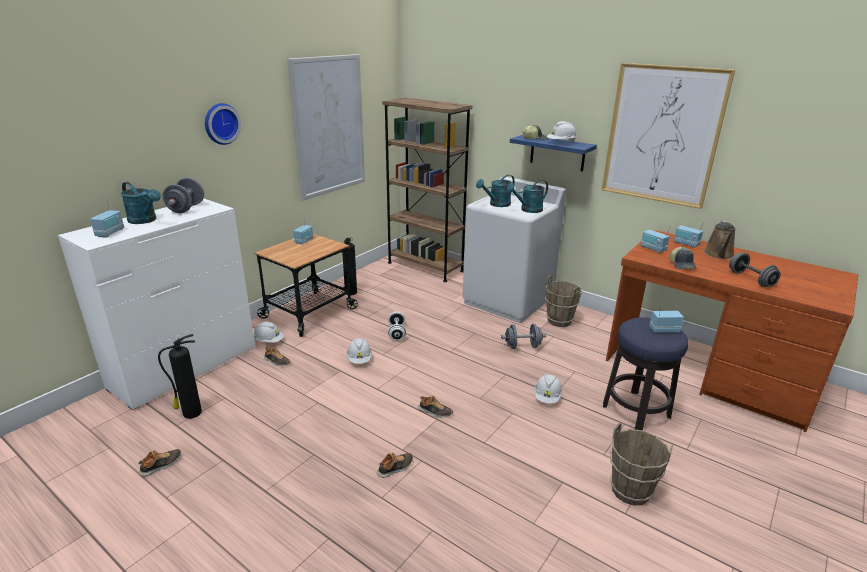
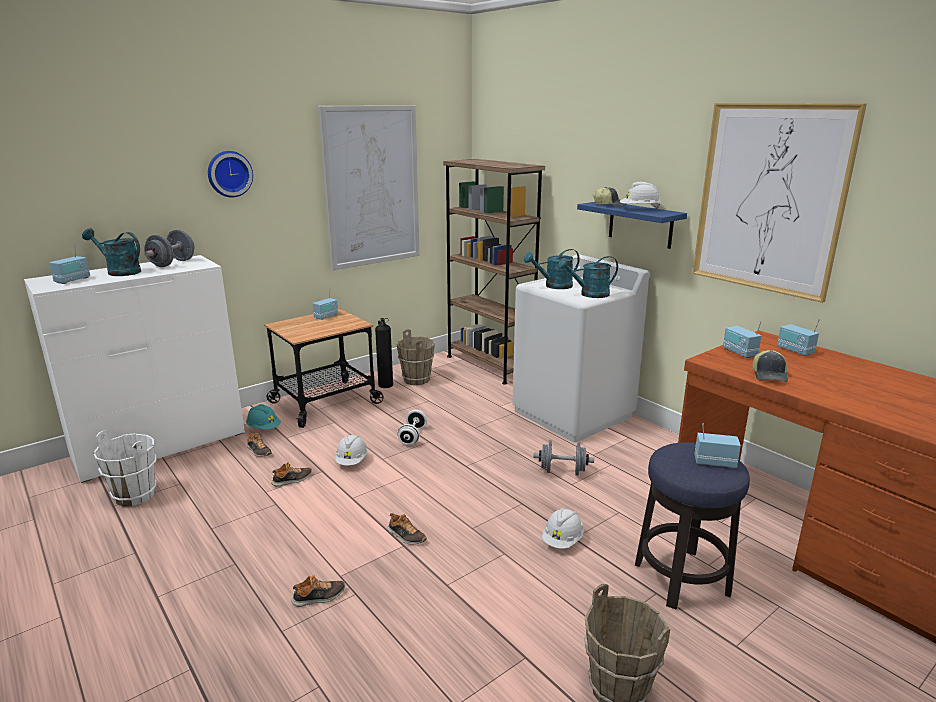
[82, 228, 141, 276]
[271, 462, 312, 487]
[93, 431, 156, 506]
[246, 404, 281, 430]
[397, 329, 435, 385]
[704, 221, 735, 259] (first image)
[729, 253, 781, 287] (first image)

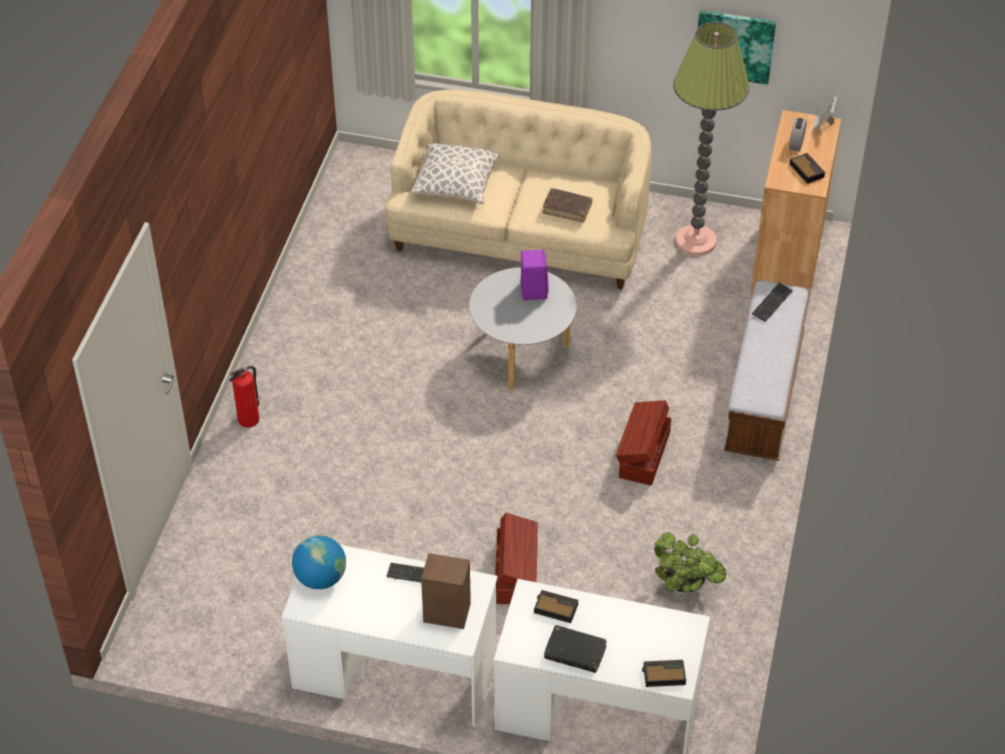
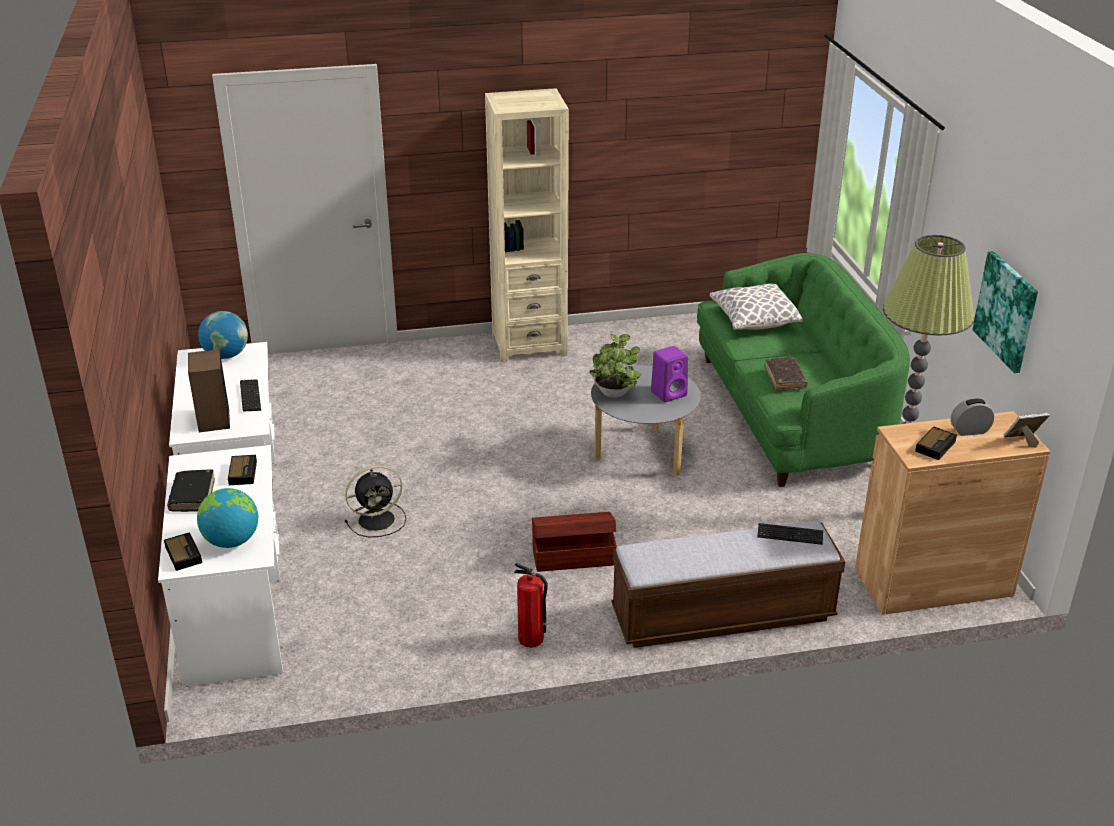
[514, 563, 548, 647]
[697, 253, 910, 487]
[345, 465, 406, 537]
[590, 334, 641, 398]
[197, 488, 258, 548]
[485, 88, 569, 363]

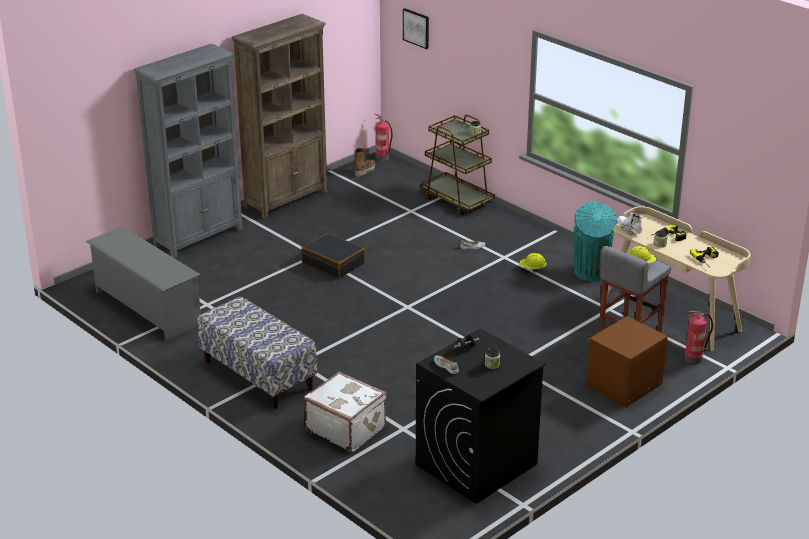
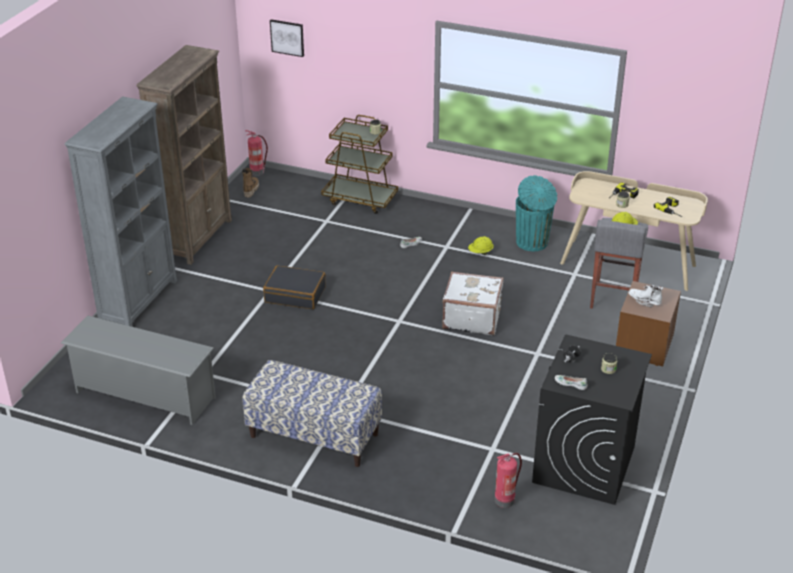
[442, 272, 504, 335]
[628, 285, 664, 308]
[495, 453, 522, 508]

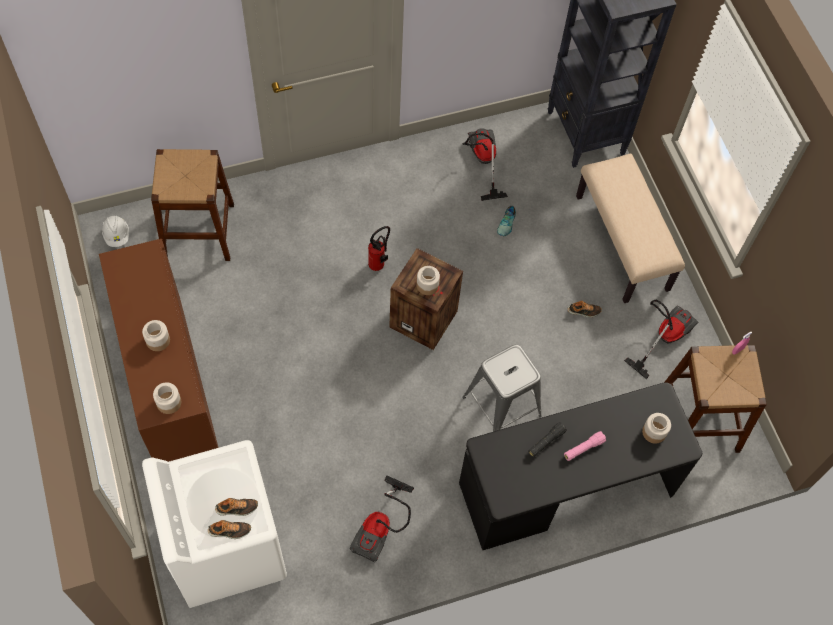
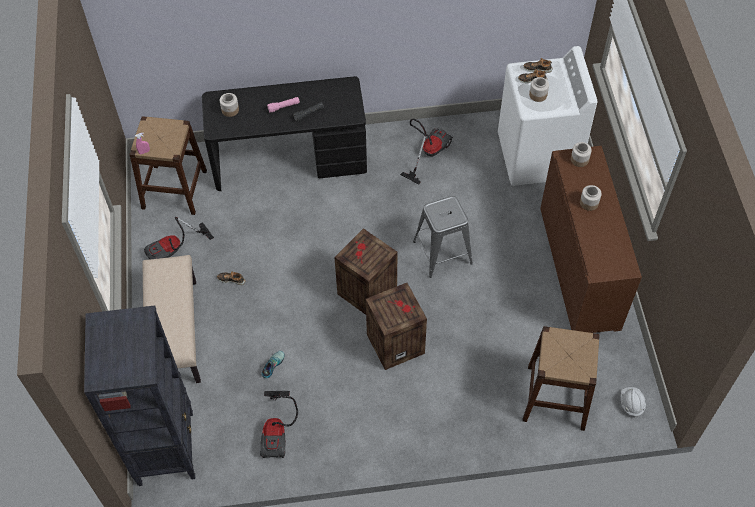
[366, 283, 427, 370]
[529, 77, 549, 102]
[413, 196, 473, 278]

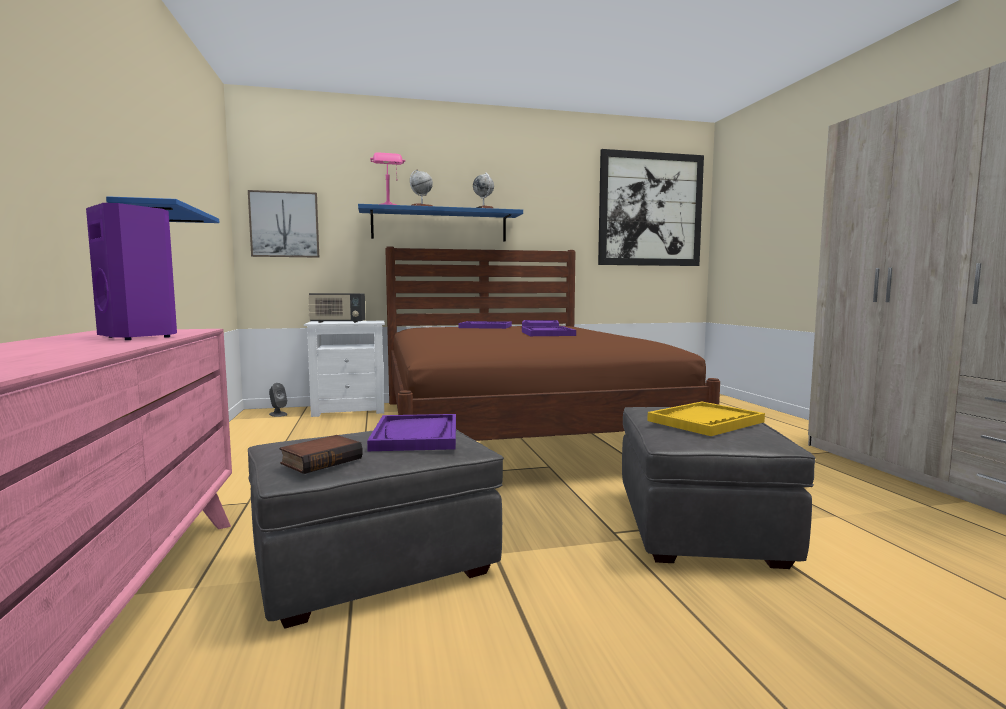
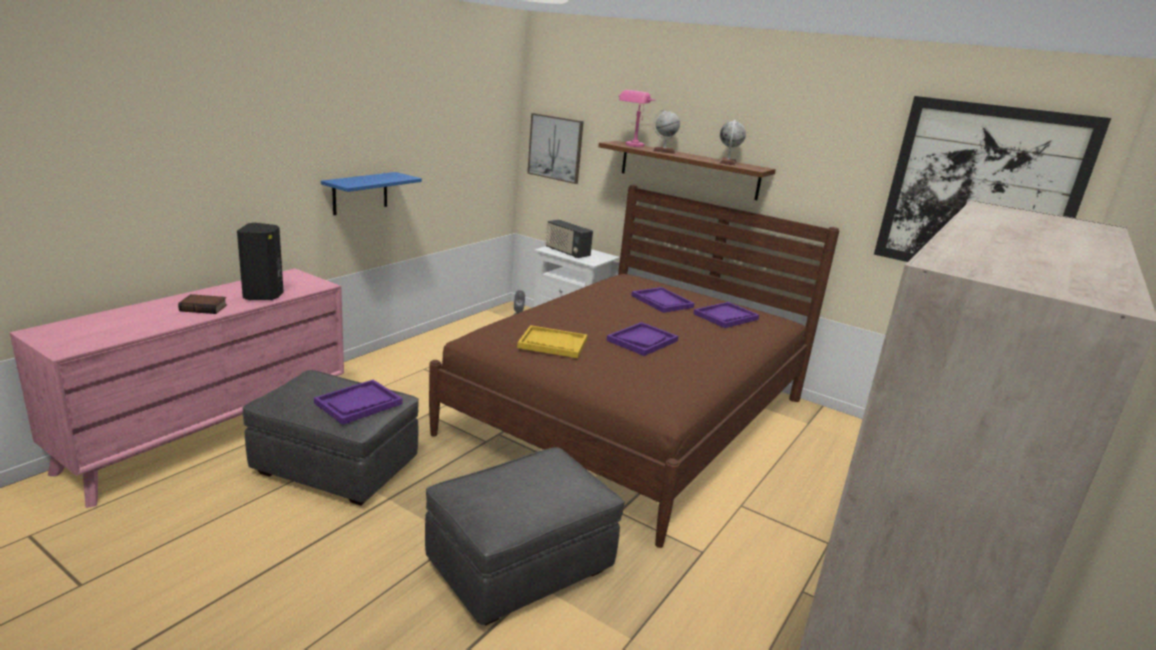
[237, 223, 284, 300]
[178, 294, 227, 314]
[598, 141, 776, 200]
[517, 325, 588, 358]

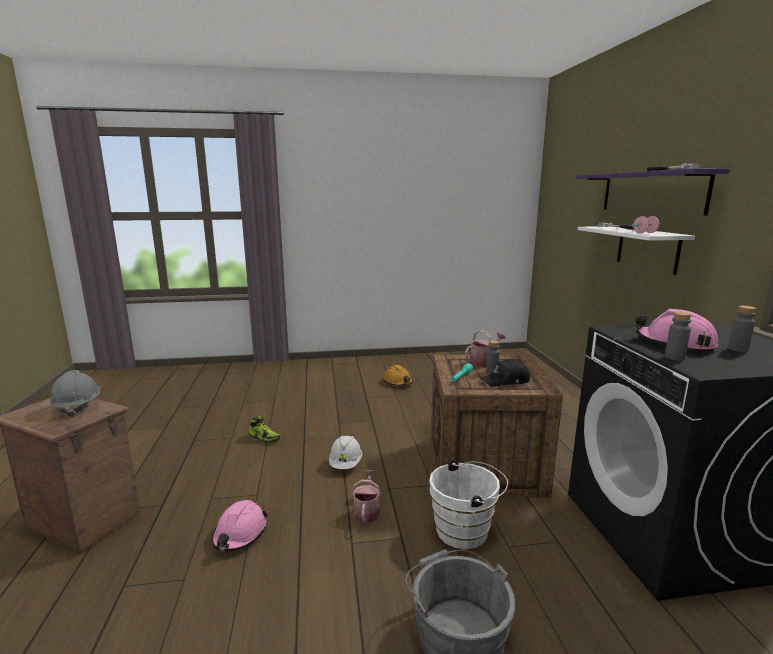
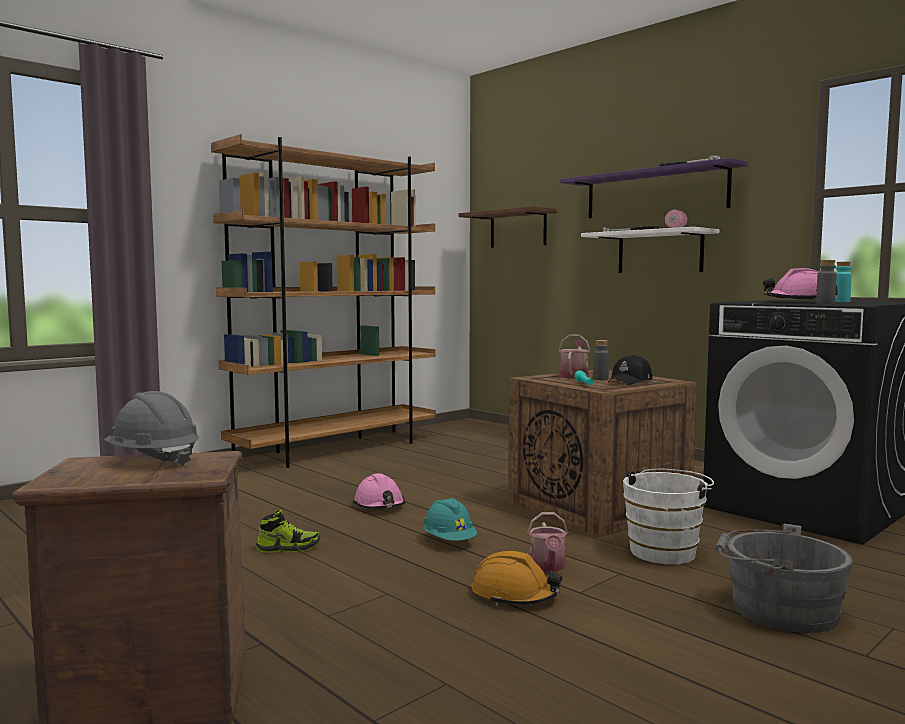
[353, 473, 405, 509]
[423, 498, 477, 541]
[527, 512, 568, 572]
[472, 551, 562, 606]
[835, 262, 852, 302]
[211, 134, 436, 468]
[459, 206, 557, 248]

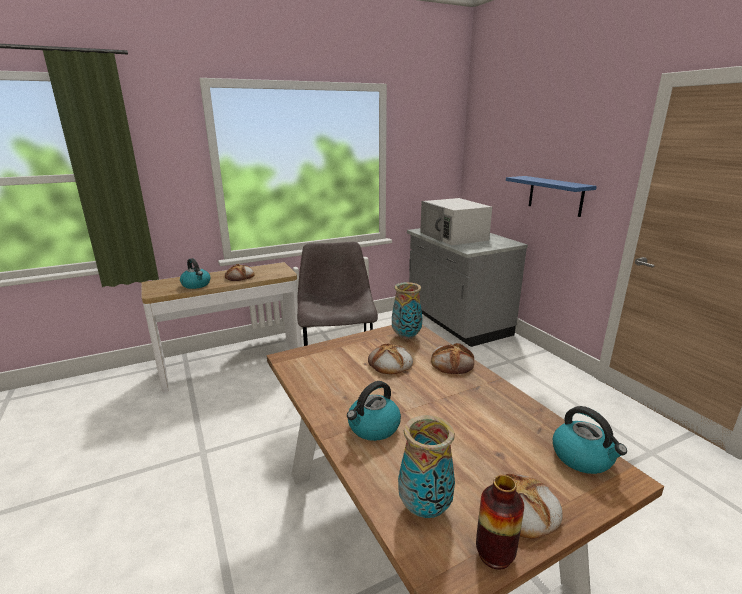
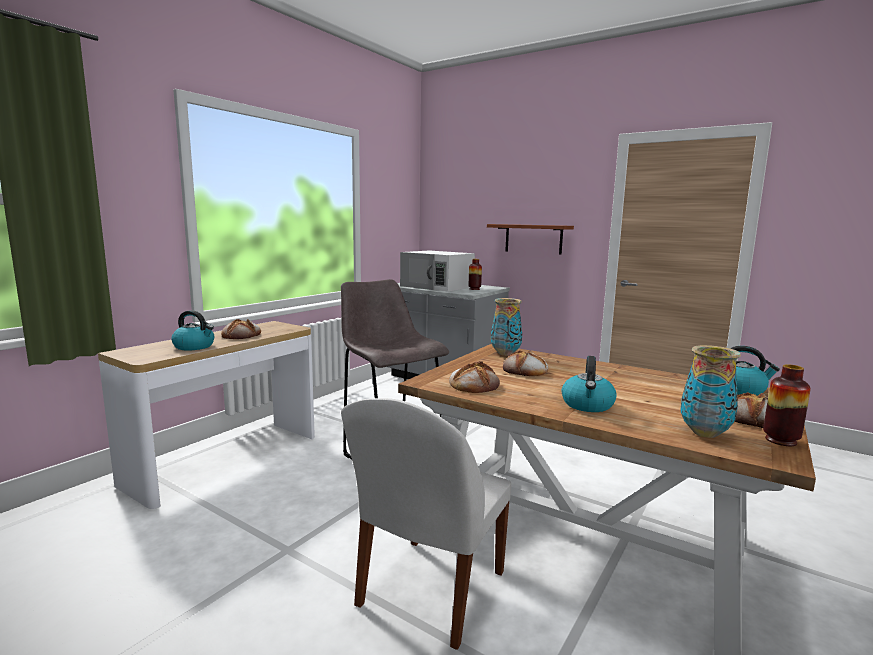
[449, 361, 500, 393]
[487, 224, 574, 255]
[341, 398, 511, 650]
[469, 259, 482, 290]

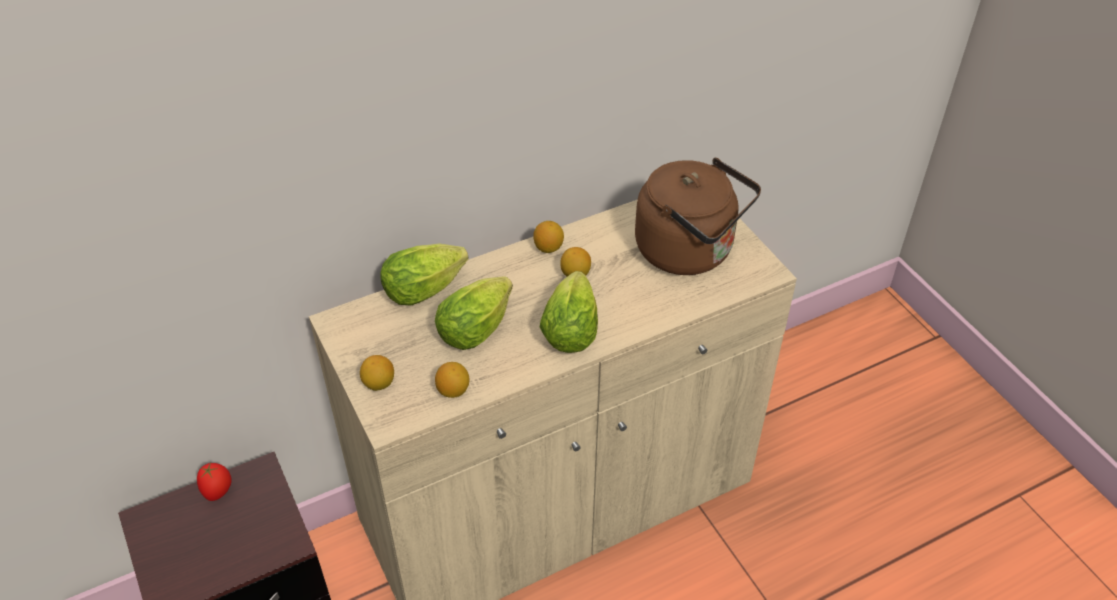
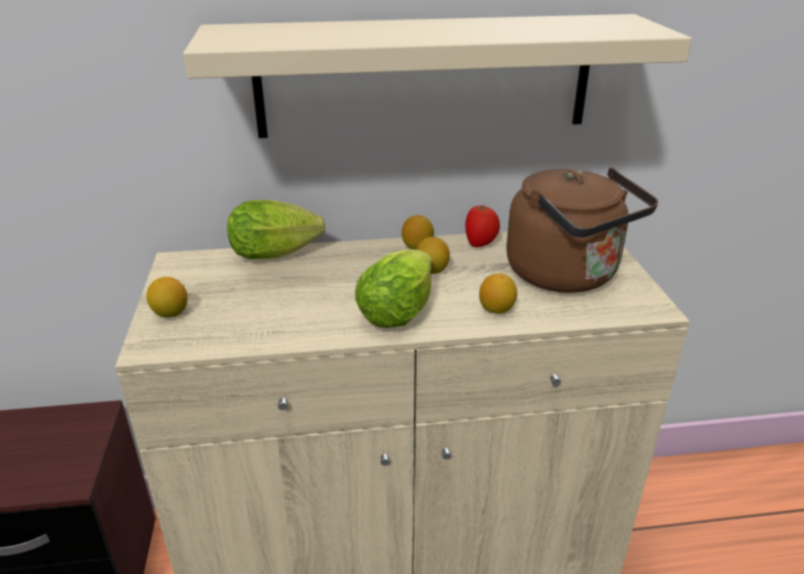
[465, 204, 500, 247]
[435, 276, 513, 350] (first image)
[479, 273, 517, 314]
[183, 14, 692, 138]

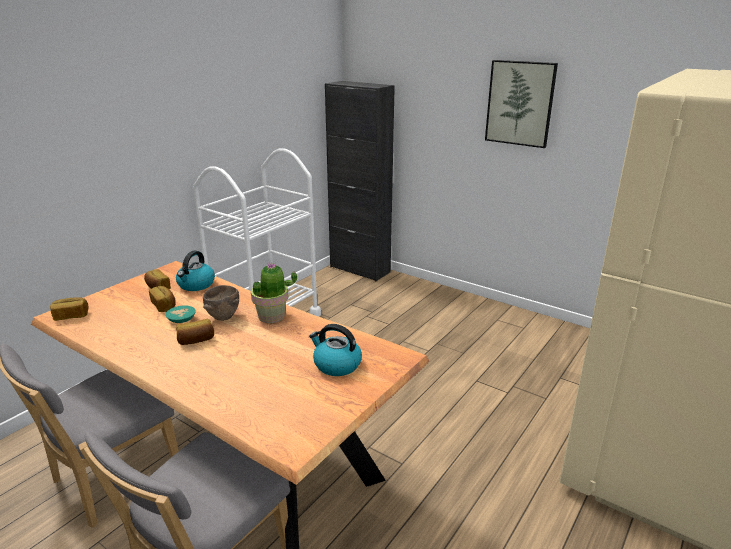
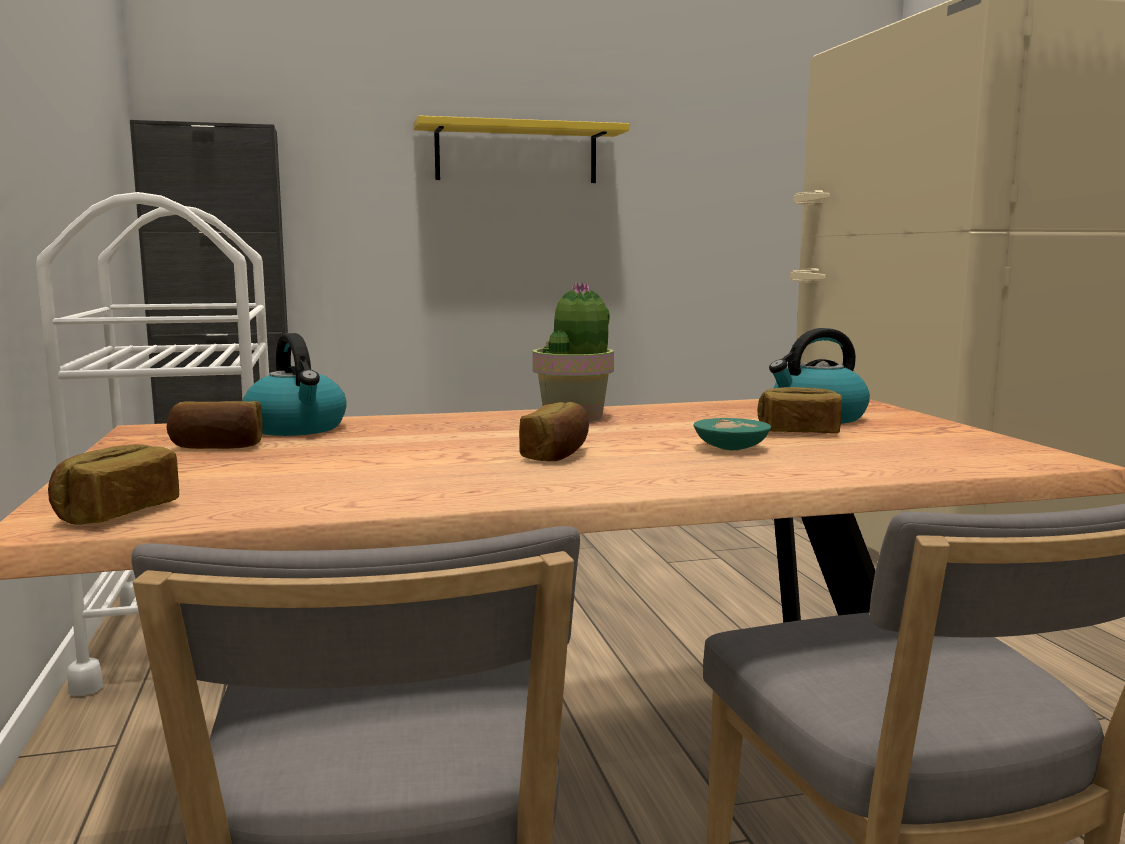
[757, 387, 842, 433]
[694, 418, 771, 450]
[203, 285, 239, 321] (first image)
[413, 116, 629, 183]

